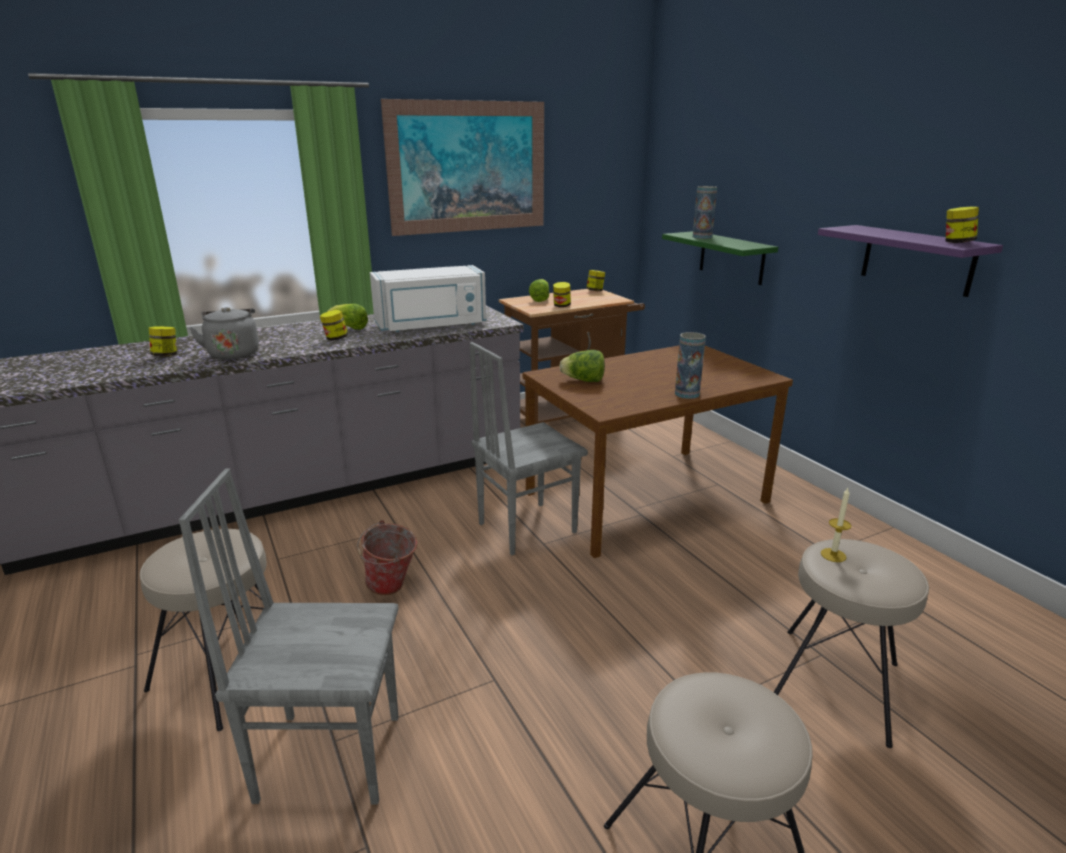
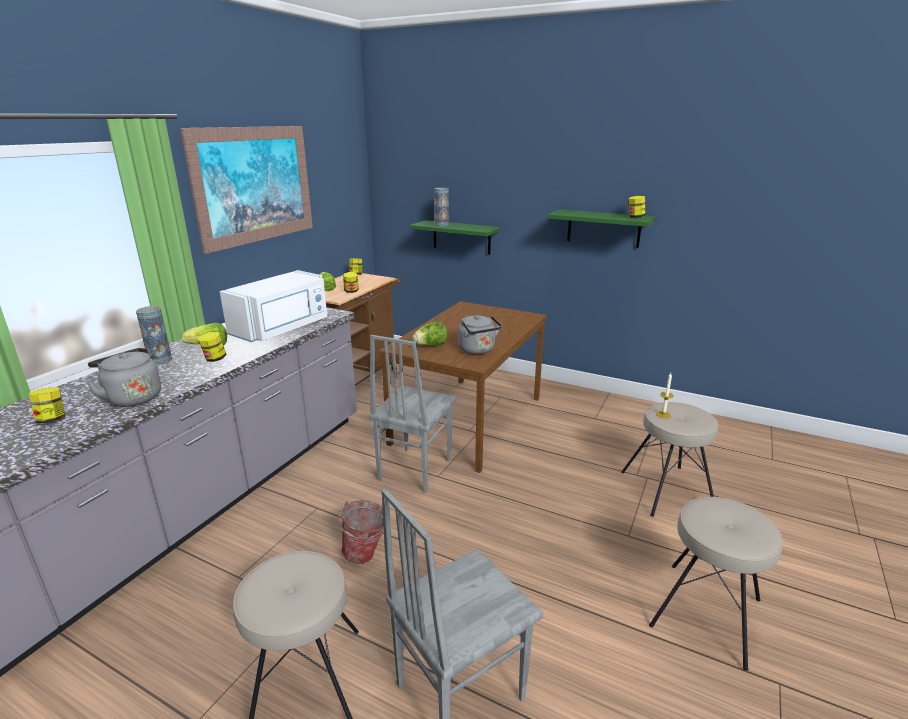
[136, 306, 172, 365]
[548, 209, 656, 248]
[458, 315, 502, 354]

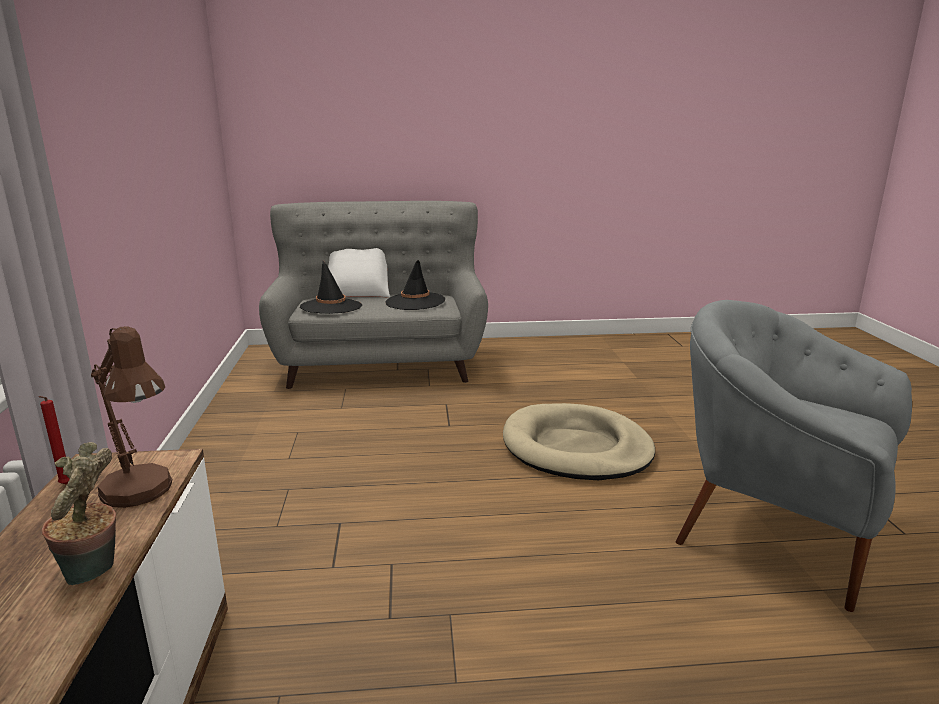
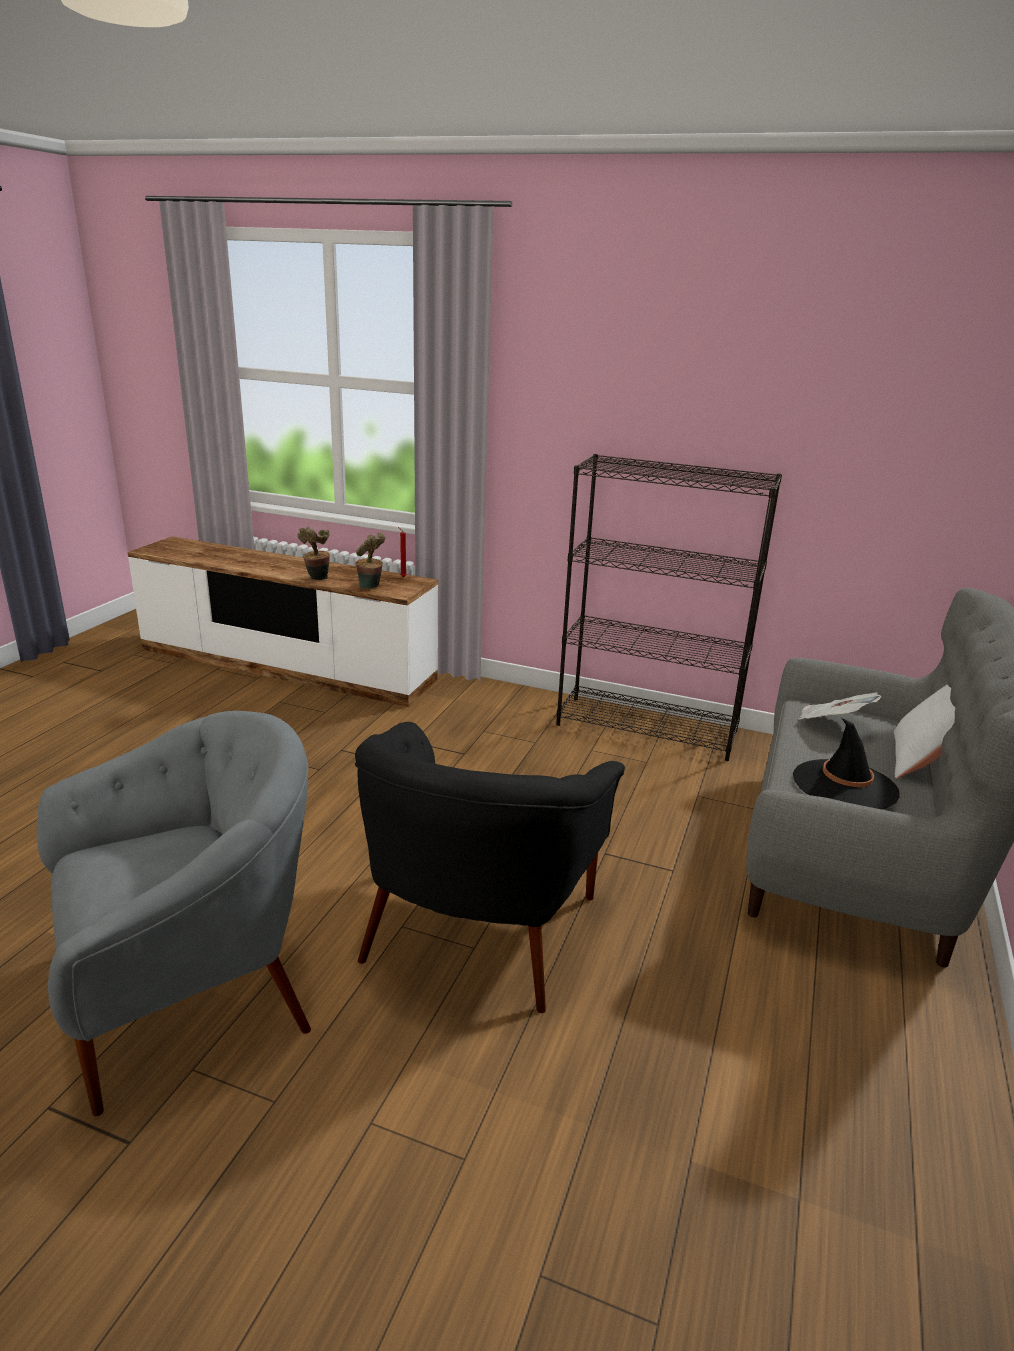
[356, 532, 385, 589]
[799, 692, 881, 719]
[355, 722, 625, 1013]
[557, 454, 782, 761]

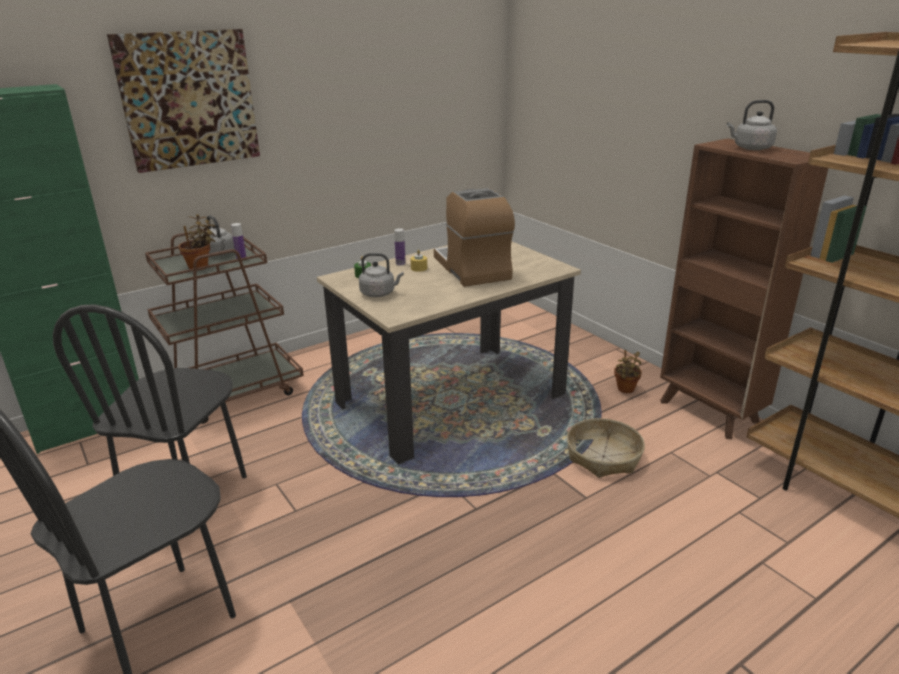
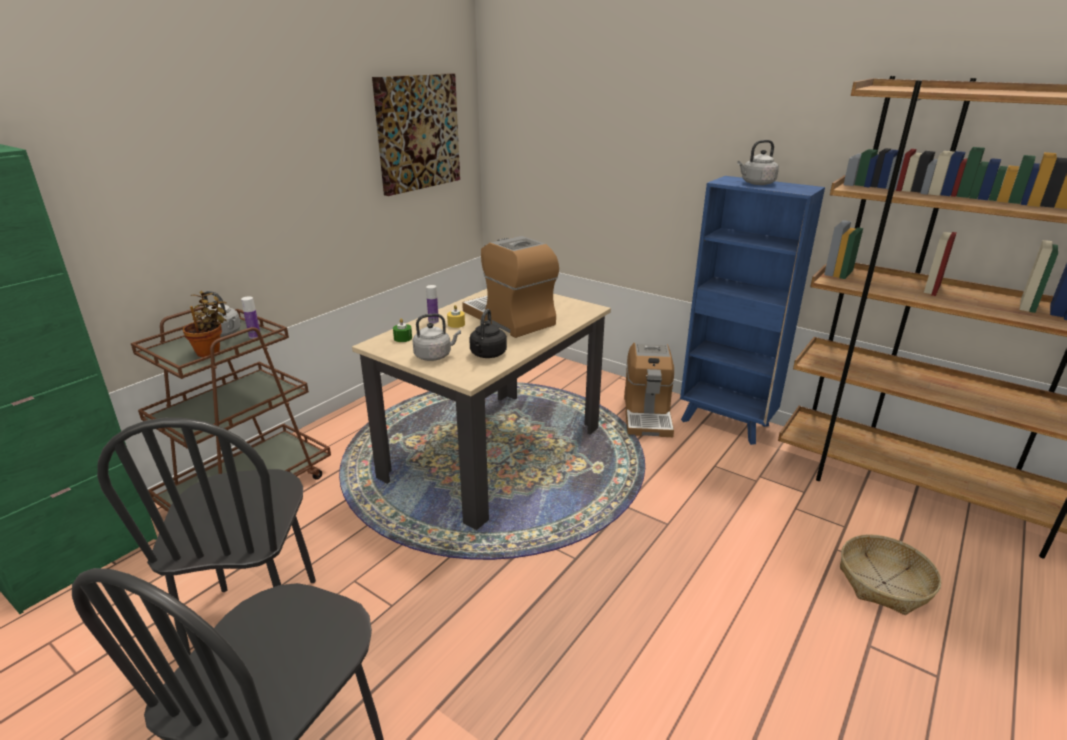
[372, 73, 460, 196]
[840, 534, 941, 615]
[624, 343, 674, 437]
[680, 176, 825, 445]
[469, 309, 507, 358]

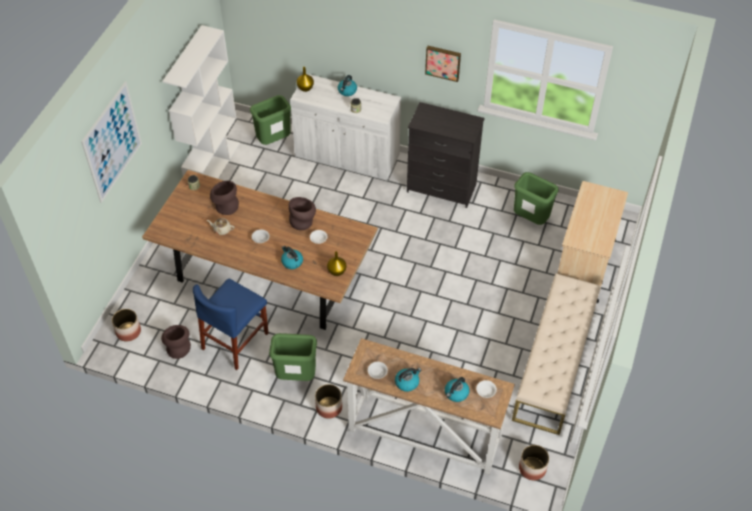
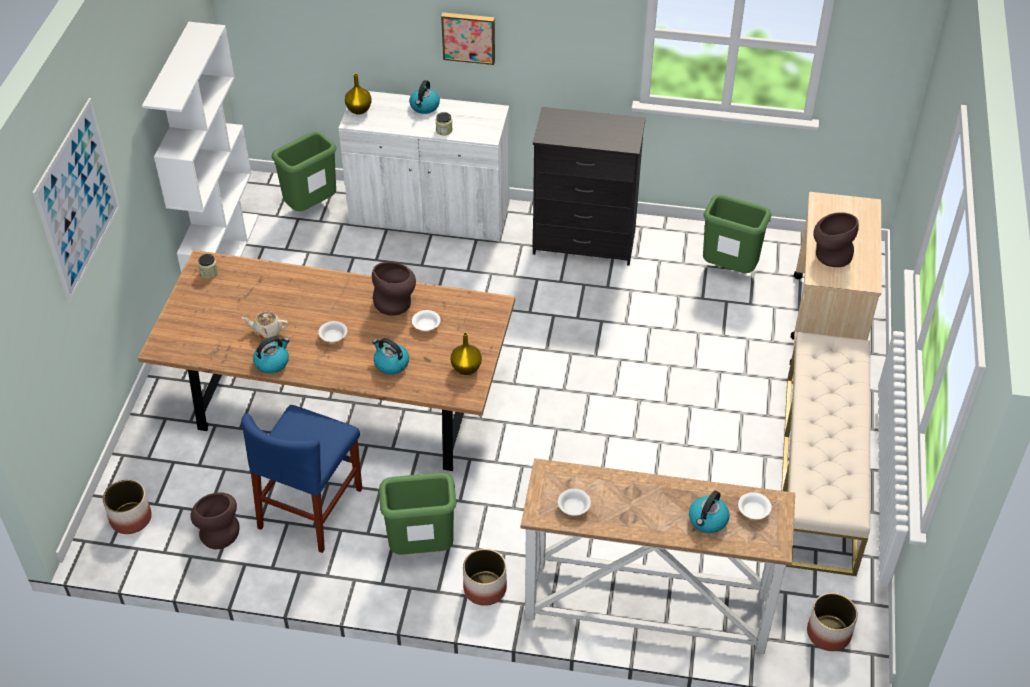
[813, 212, 859, 267]
[253, 337, 290, 373]
[441, 12, 495, 65]

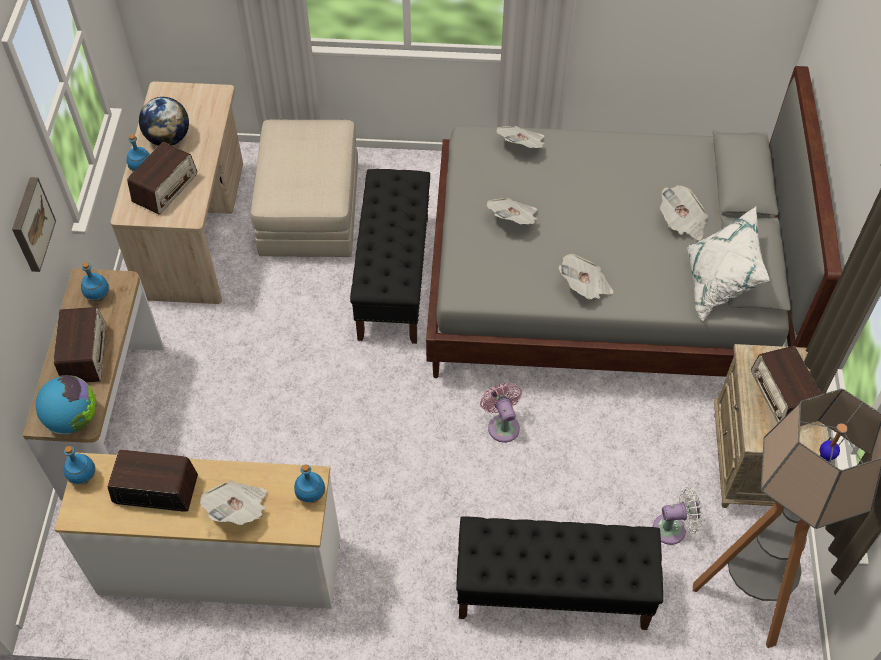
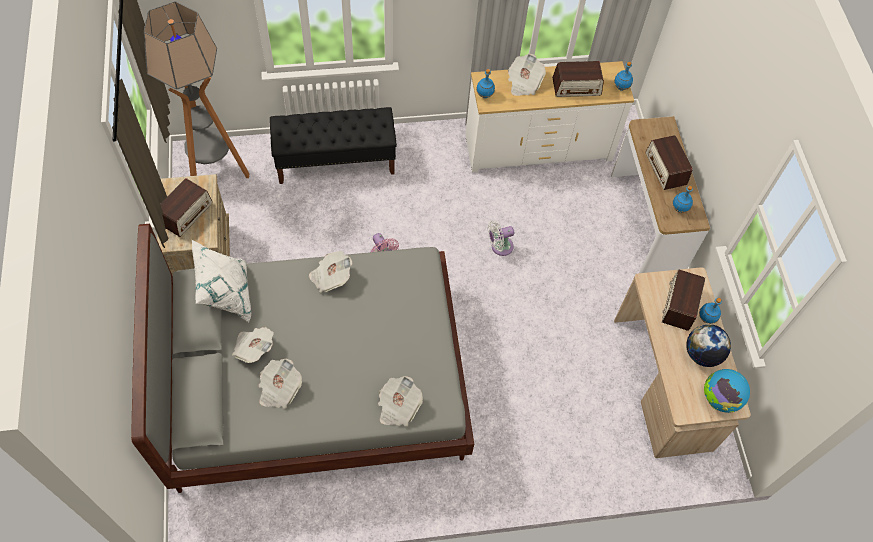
[12, 177, 56, 272] (first image)
[704, 369, 750, 413]
[251, 119, 358, 257] (first image)
[350, 169, 430, 344] (first image)
[259, 359, 302, 409]
[487, 220, 514, 256]
[160, 178, 212, 237]

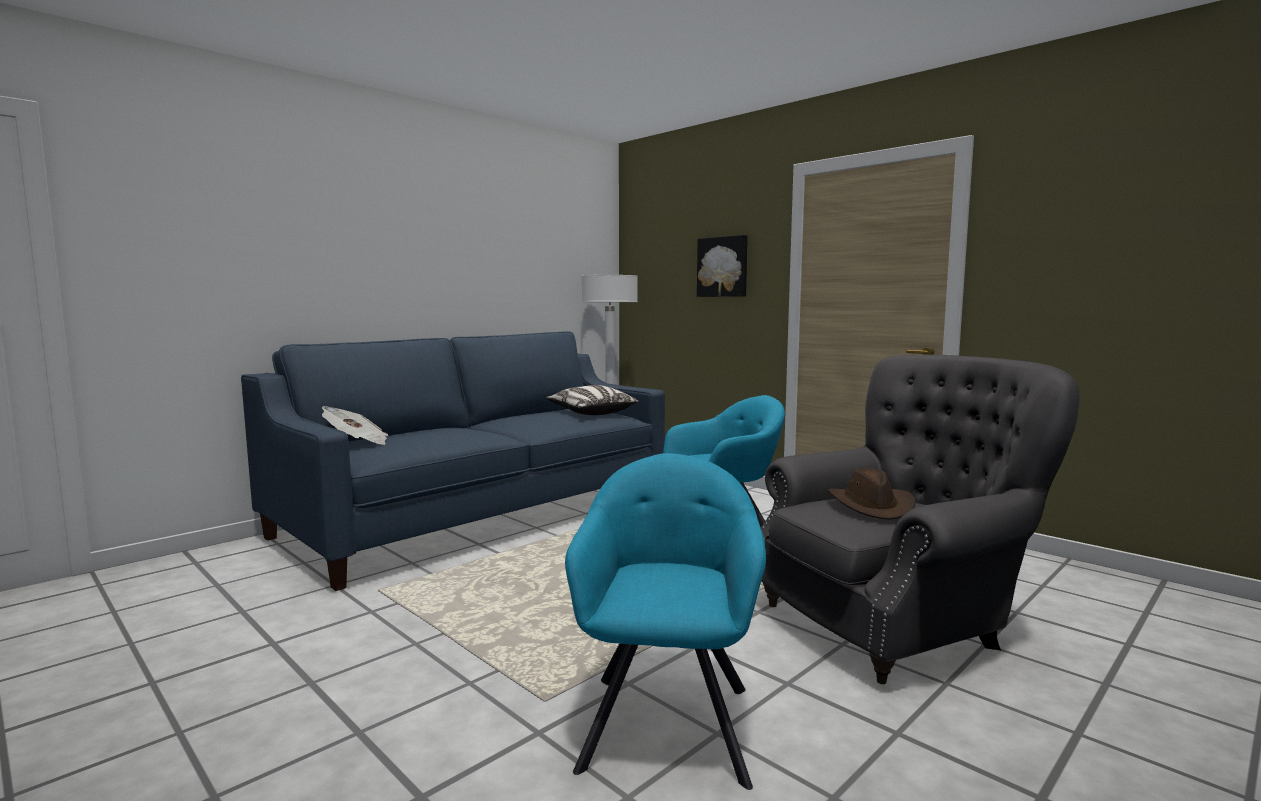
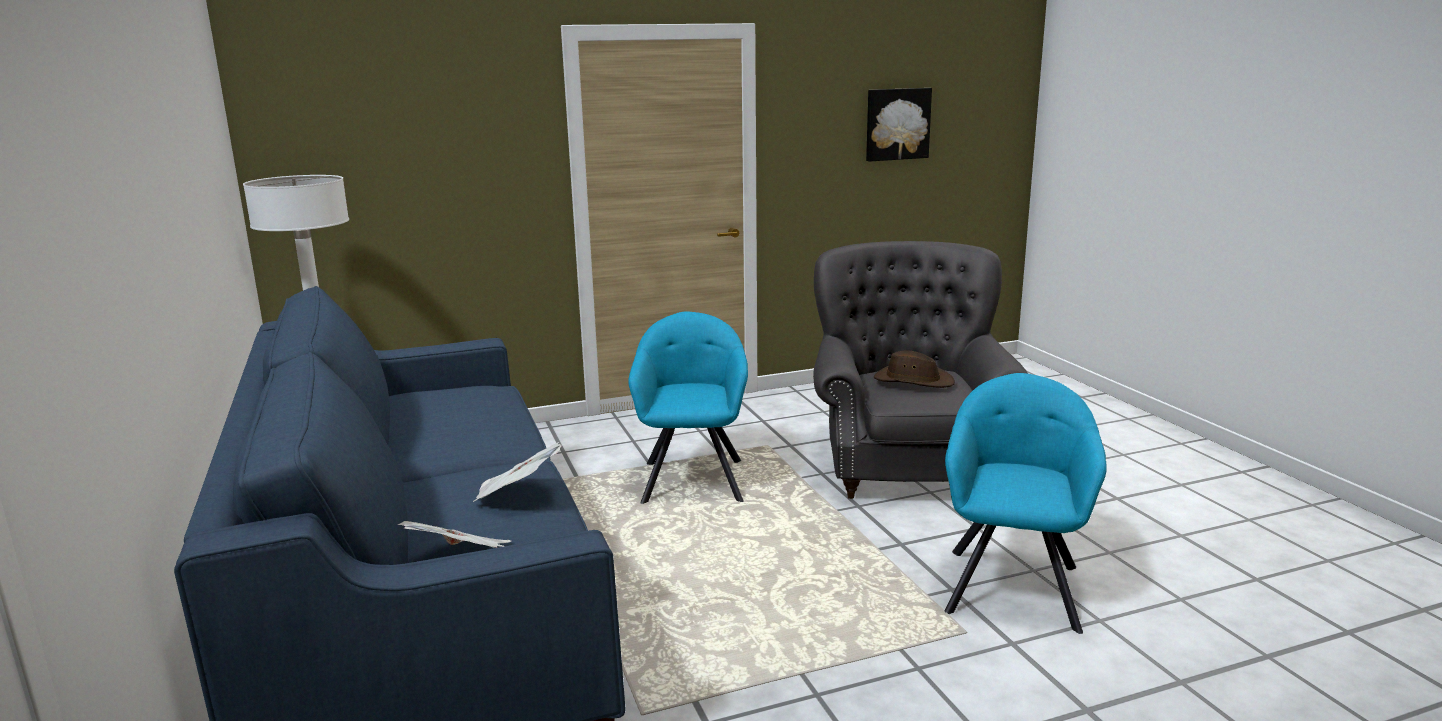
[546, 385, 638, 415] (first image)
[945, 373, 1107, 634]
[866, 88, 932, 162]
[473, 442, 562, 502]

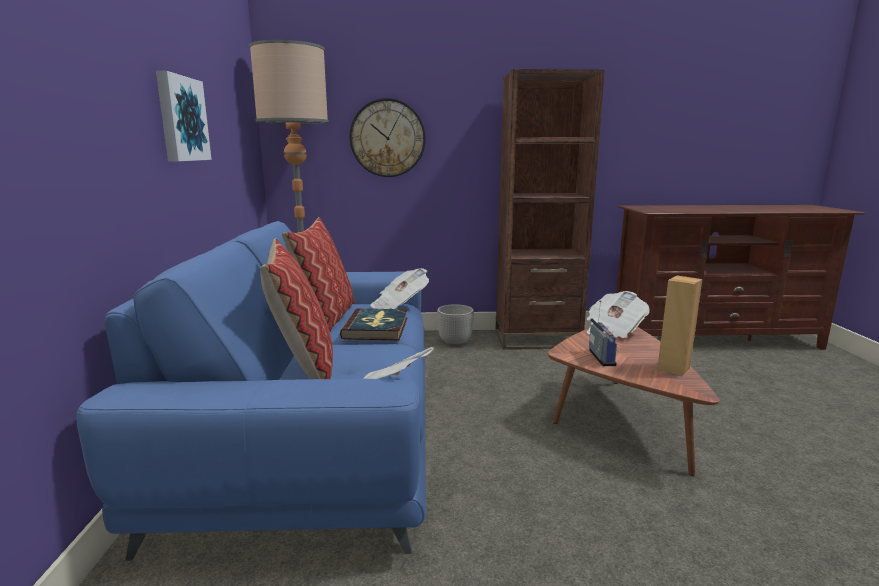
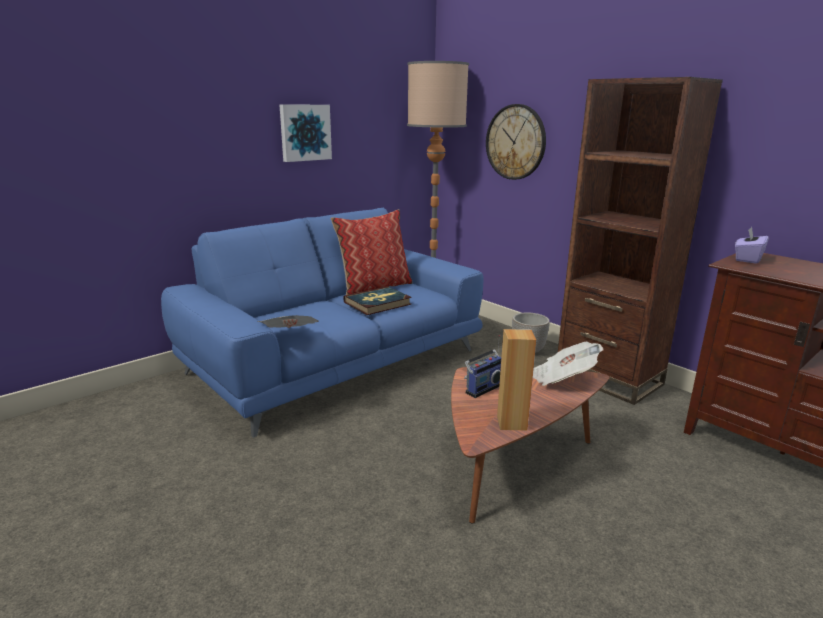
[260, 238, 333, 379] (first image)
[370, 268, 429, 309] (first image)
[735, 227, 769, 264]

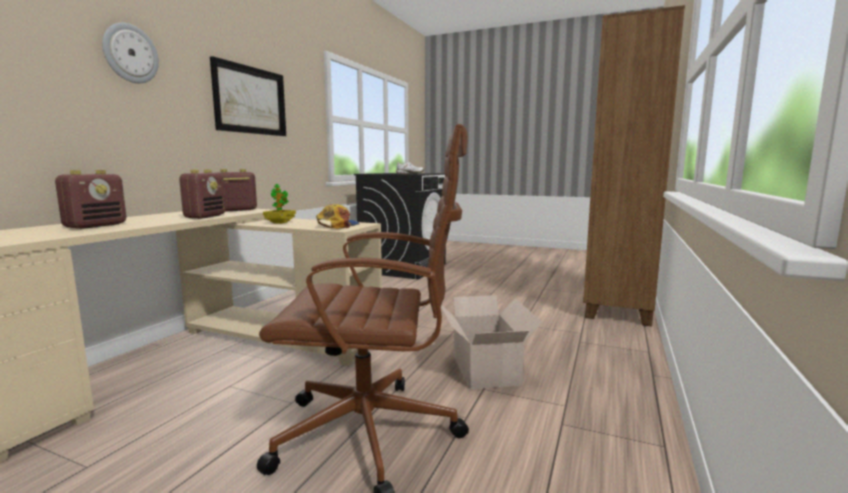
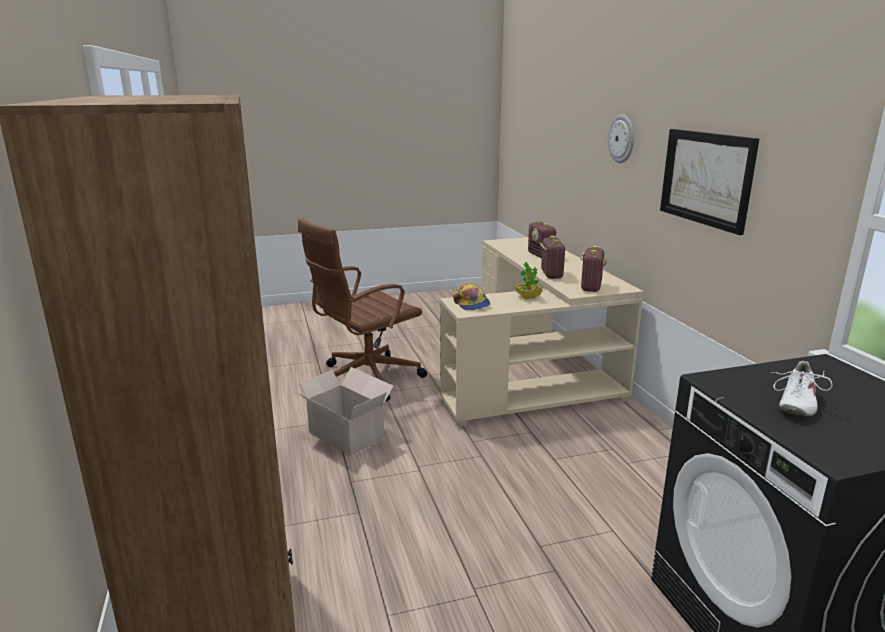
[540, 236, 565, 279]

